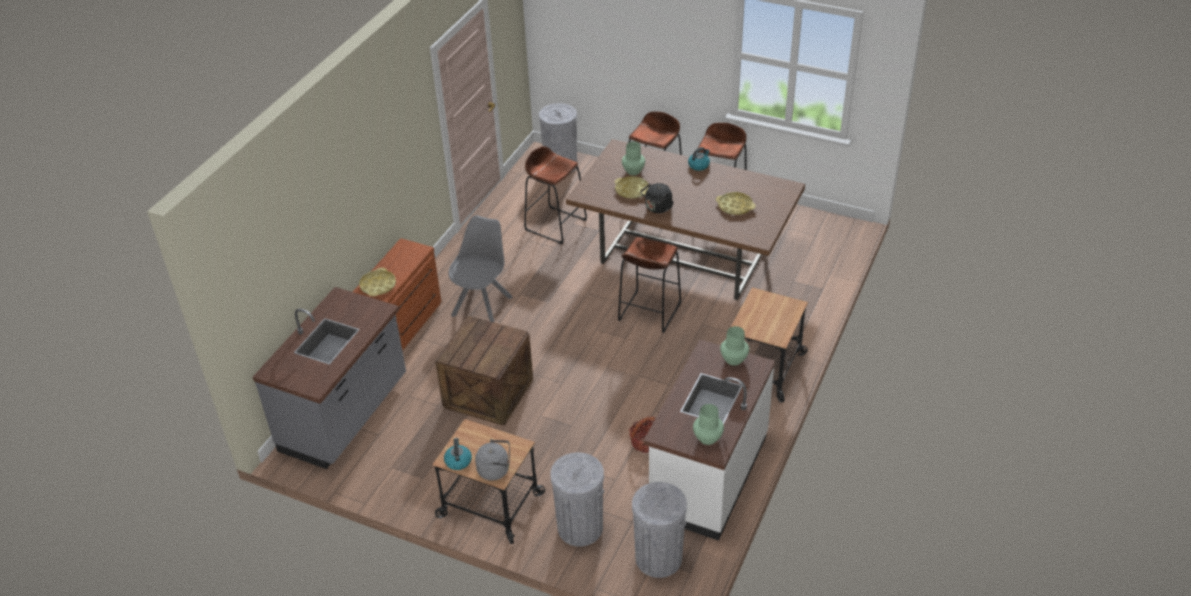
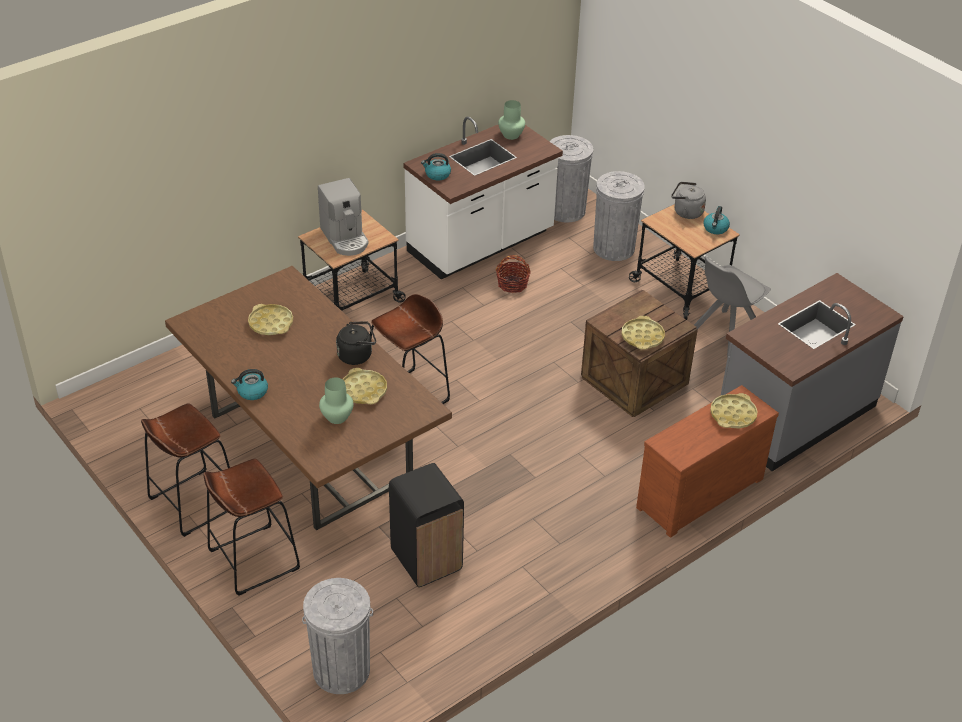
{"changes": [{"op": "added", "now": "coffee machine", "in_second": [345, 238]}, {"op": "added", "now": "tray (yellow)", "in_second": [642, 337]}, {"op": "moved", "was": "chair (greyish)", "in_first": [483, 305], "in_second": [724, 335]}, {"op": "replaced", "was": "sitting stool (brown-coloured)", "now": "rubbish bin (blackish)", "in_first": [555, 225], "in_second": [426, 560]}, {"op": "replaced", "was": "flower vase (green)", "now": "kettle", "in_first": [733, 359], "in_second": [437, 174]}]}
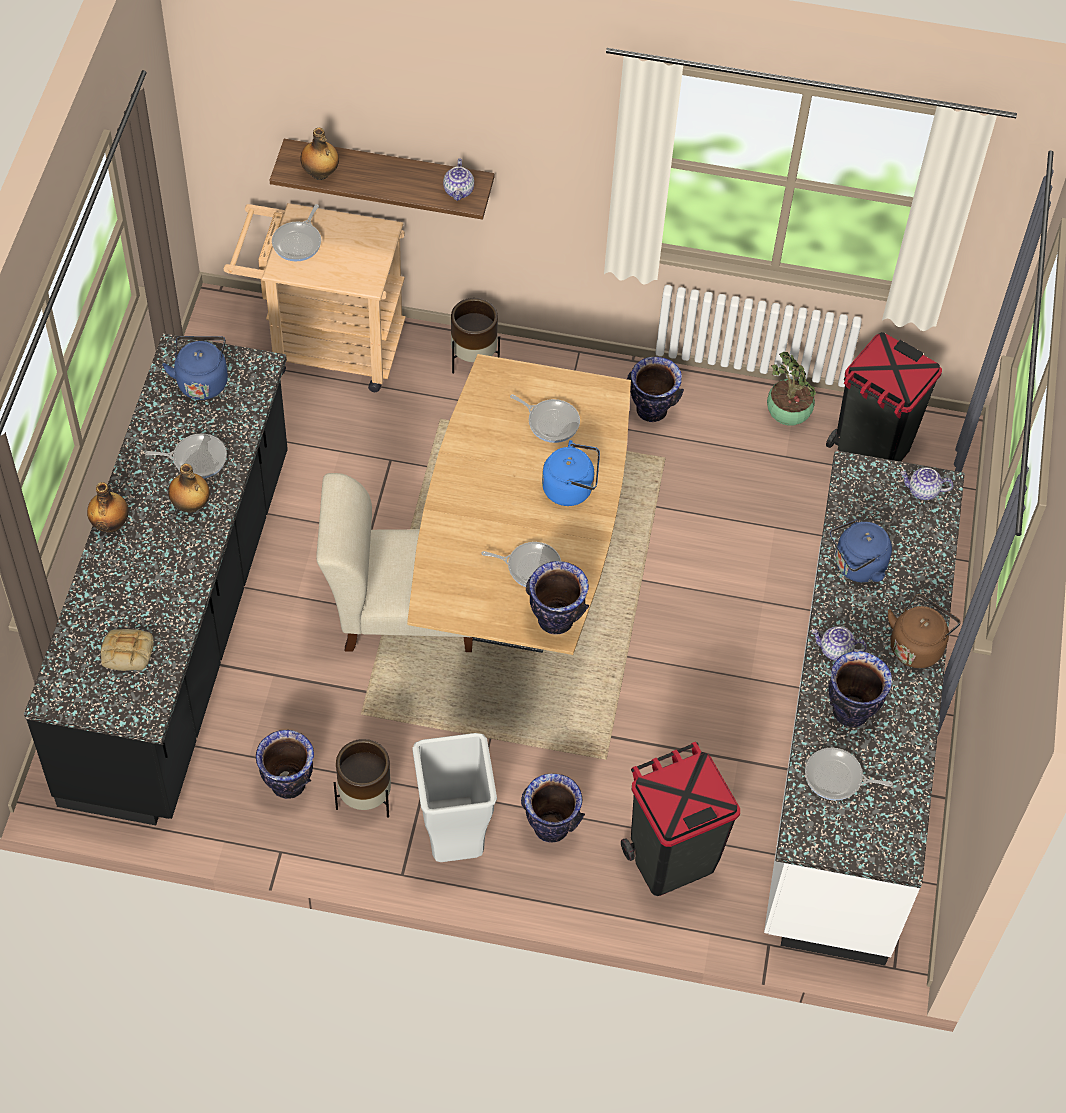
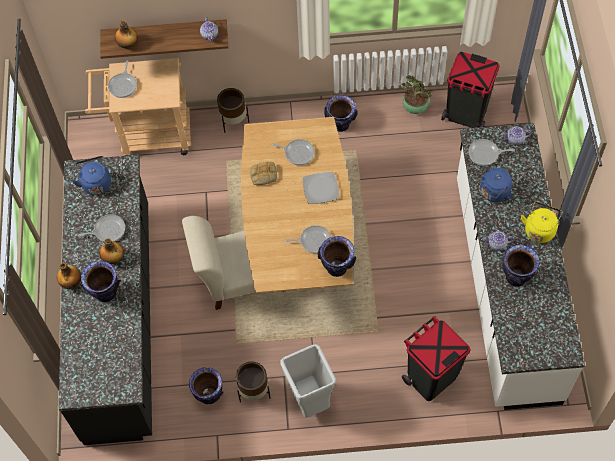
{"changes": [{"op": "moved", "was": "bakery bread", "in_first": [126, 653], "in_second": [263, 175]}, {"op": "moved", "was": "flower vase", "in_first": [551, 827], "in_second": [106, 292]}, {"op": "moved", "was": "frying pan", "in_first": [836, 778], "in_second": [485, 154]}, {"op": "replaced", "was": "kettle (blue)", "now": "dinner plate", "in_first": [571, 488], "in_second": [321, 189]}, {"op": "recoloured", "was": "kettle (brown-coloured)", "now": "kettle (yellow)", "in_first": [917, 645], "in_second": [539, 229]}]}
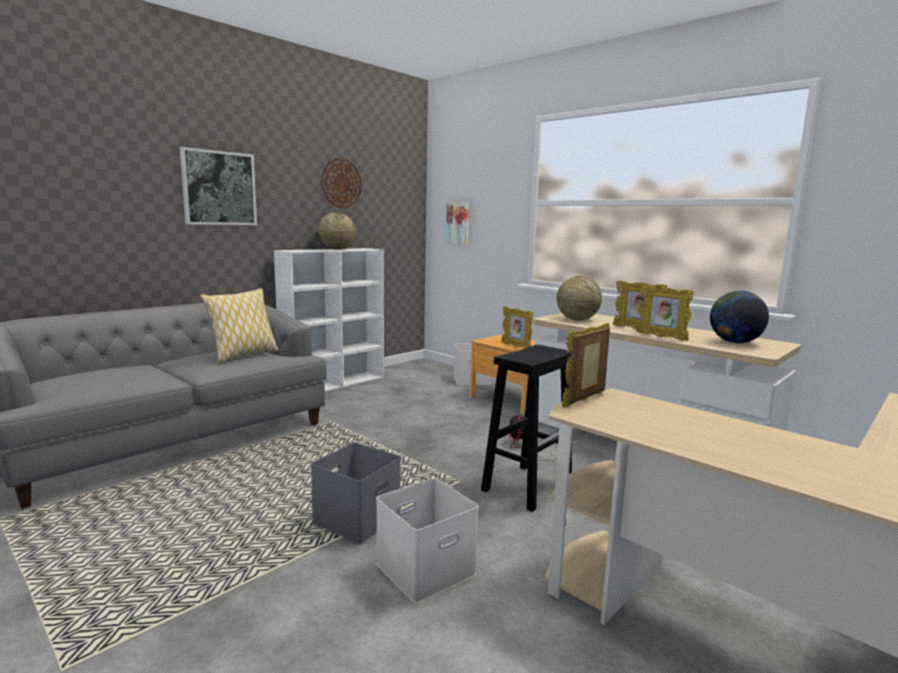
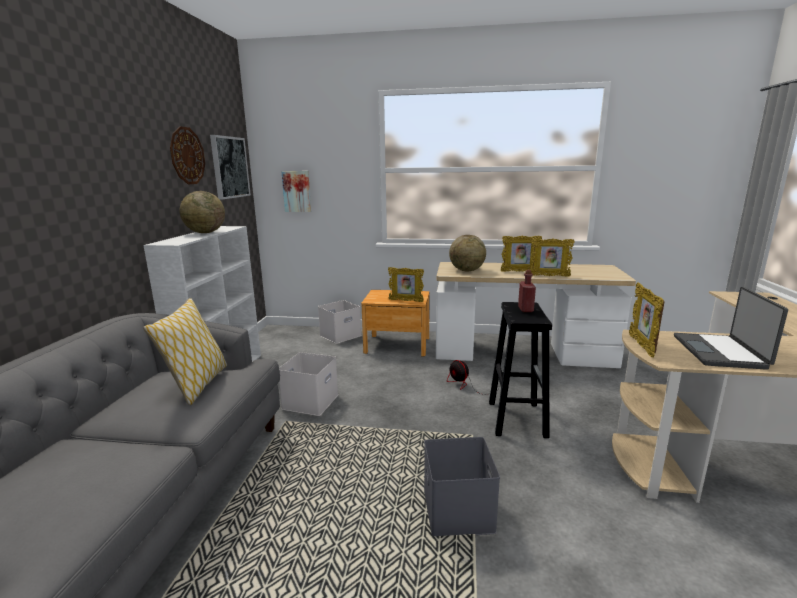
{"changes": [{"op": "removed", "was": "world globe", "in_first": [735, 343]}, {"op": "added", "now": "bottle (reddish)", "in_second": [525, 309]}, {"op": "added", "now": "notebook computer", "in_second": [720, 352]}, {"op": "moved", "was": "wall picture", "in_first": [219, 188], "in_second": [229, 167]}, {"op": "moved", "was": "storage box (whitish)", "in_first": [426, 567], "in_second": [310, 401]}]}
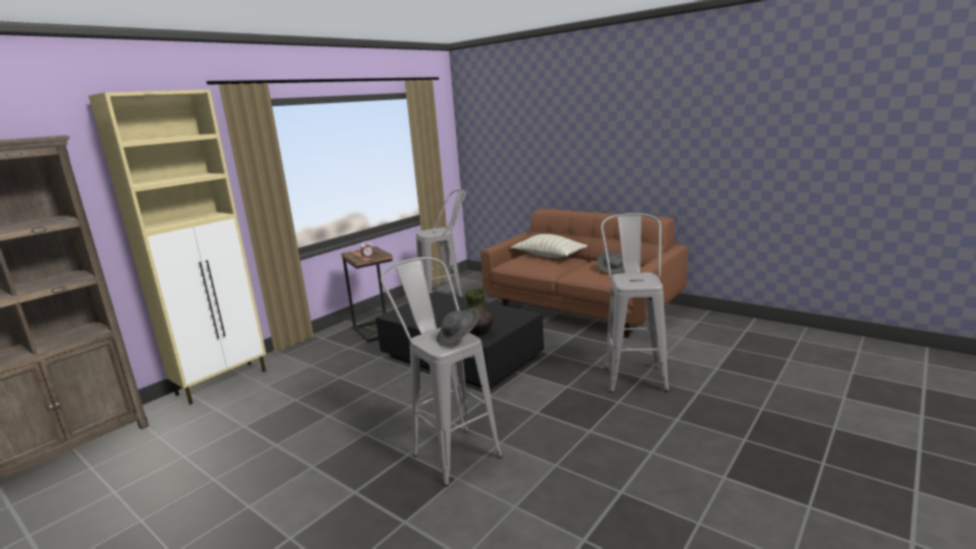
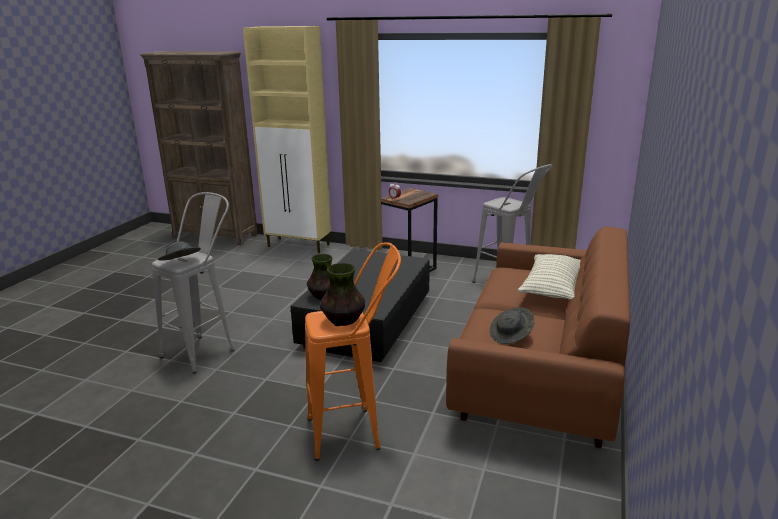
{"changes": [{"op": "added", "now": "flower vase", "in_second": [343, 321]}, {"op": "recoloured", "was": "sitting stool (greyish)", "now": "sitting stool (orange)", "in_first": [633, 374], "in_second": [356, 431]}]}
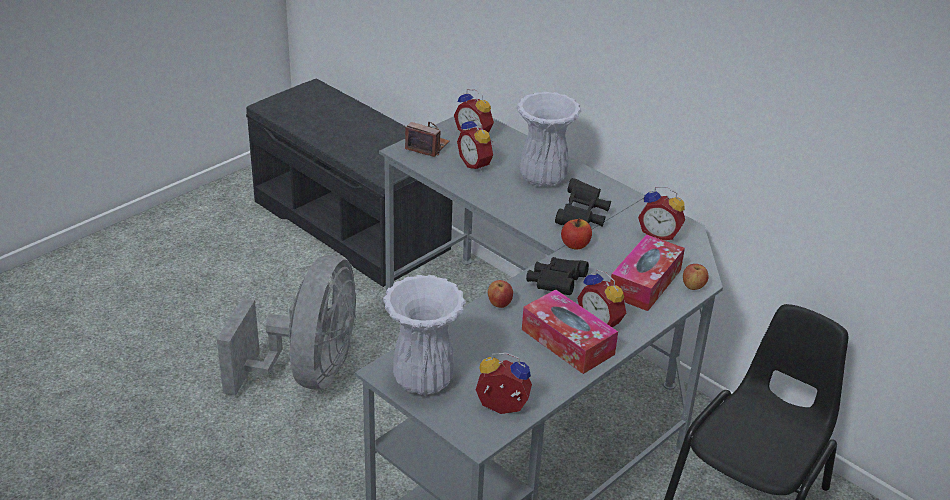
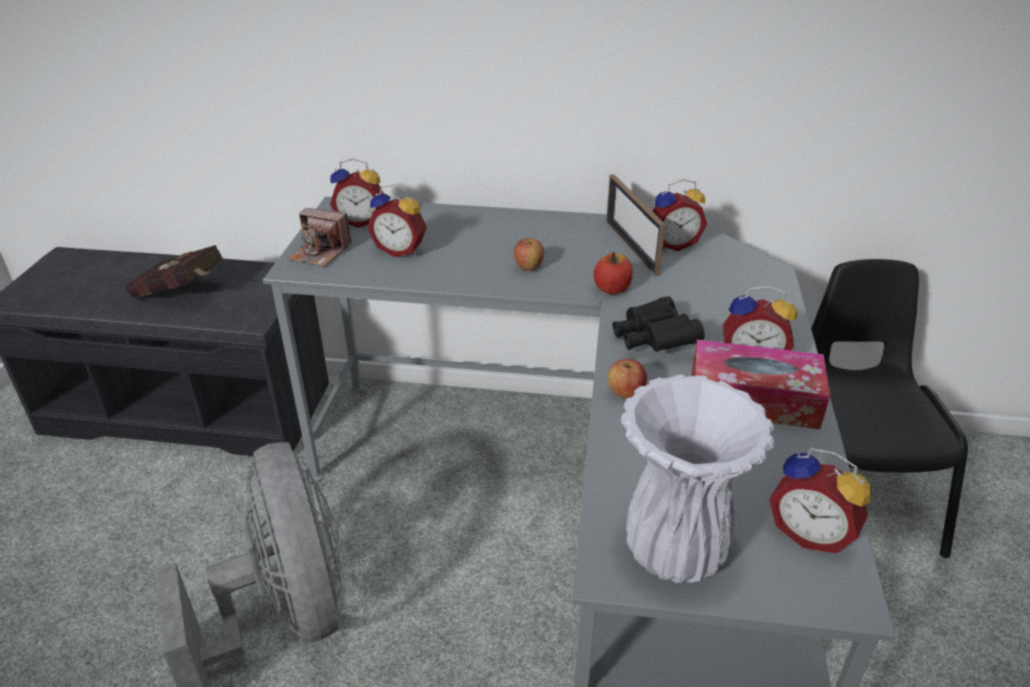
{"changes": [{"op": "removed", "was": "flower vase (whitish)", "in_first": [544, 178]}, {"op": "removed", "was": "binoculars (blackish)", "in_first": [582, 217]}, {"op": "removed", "was": "tissue box", "in_first": [645, 282]}, {"op": "added", "now": "bound book (reddish)", "in_second": [182, 293]}, {"op": "added", "now": "picture frame", "in_second": [631, 247]}, {"op": "moved", "was": "apple fruit", "in_first": [693, 286], "in_second": [528, 267]}, {"op": "turned", "was": "still camera", "in_first": [427, 146], "in_second": [320, 253], "clockwise": -150}, {"op": "turned", "was": "bedside clock", "in_first": [501, 409], "in_second": [810, 532], "clockwise": -120}]}
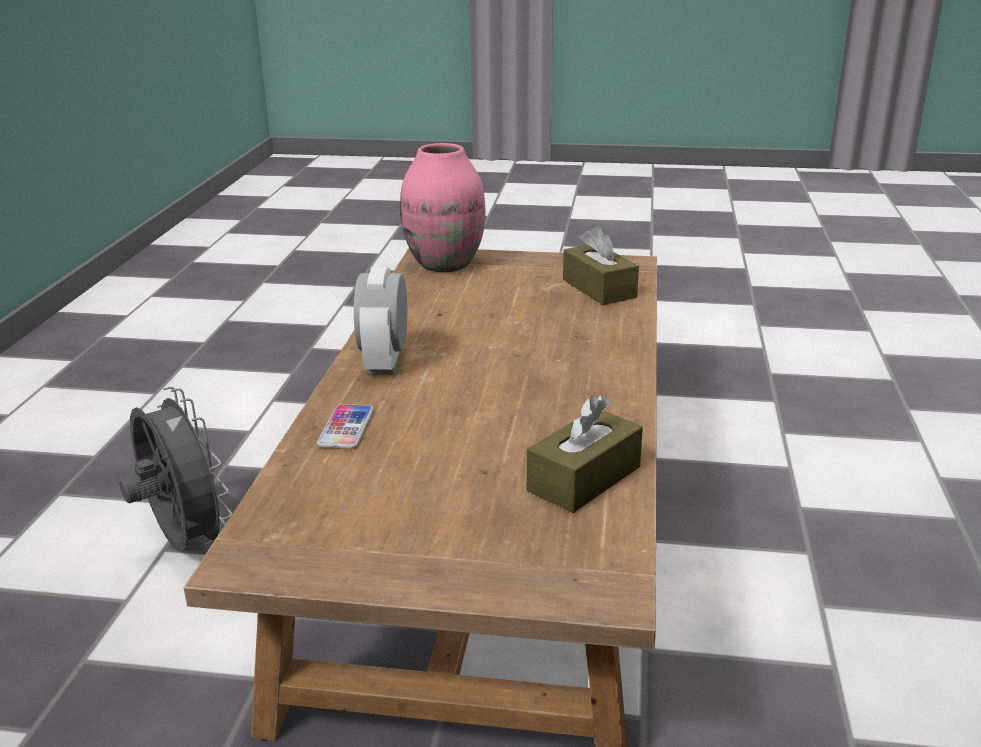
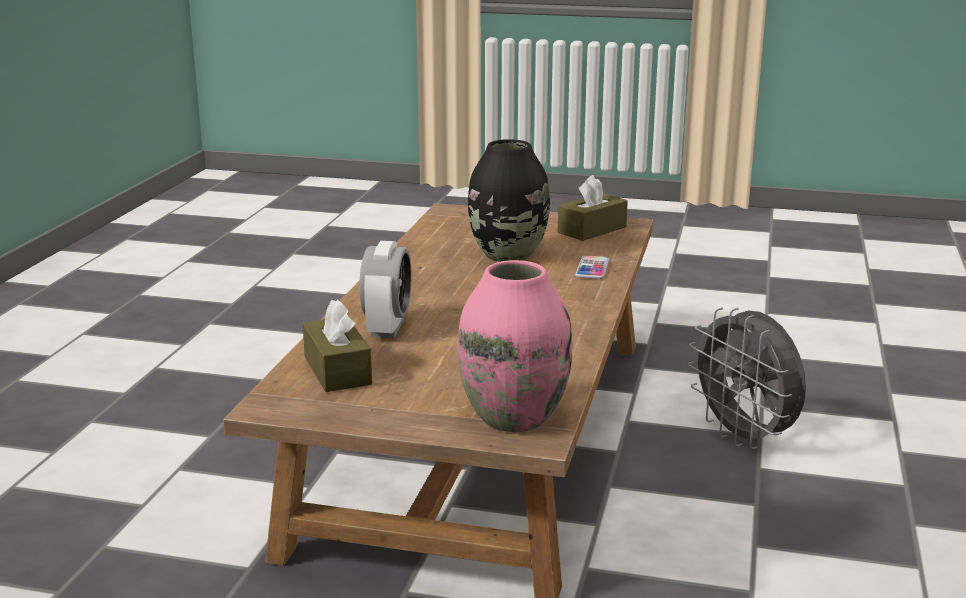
{"changes": [{"op": "added", "now": "flower vase (blackish)", "in_second": [508, 255]}, {"op": "moved", "was": "bedside clock", "in_first": [384, 362], "in_second": [387, 328]}, {"op": "moved", "was": "tissue box (brown-coloured)", "in_first": [584, 479], "in_second": [592, 230]}]}
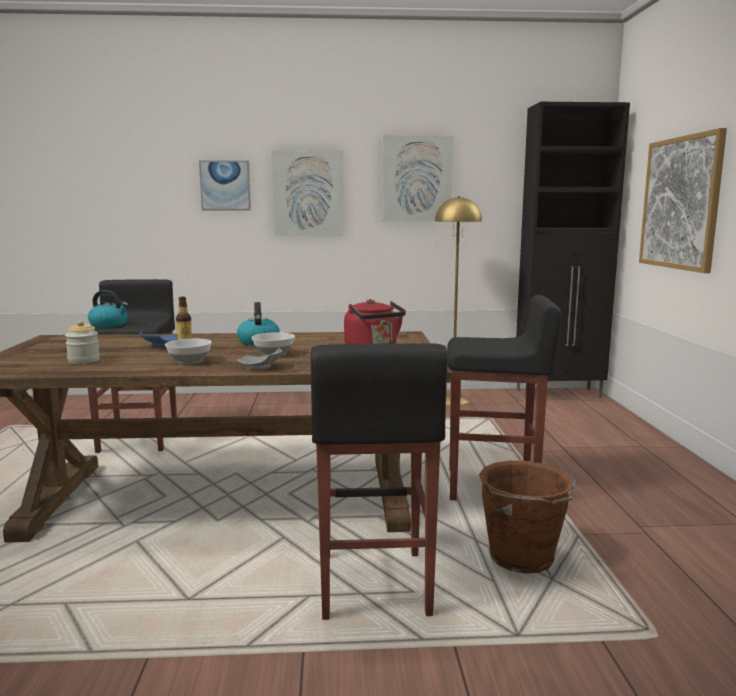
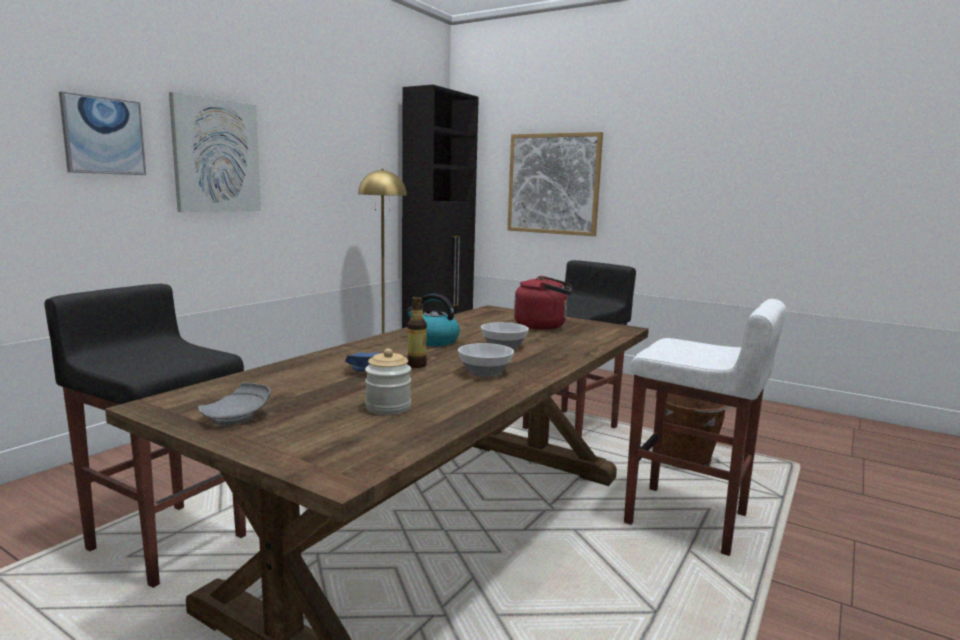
{"changes": [{"op": "removed", "was": "kettle", "in_first": [109, 324]}, {"op": "removed", "was": "wall picture", "in_first": [416, 179]}, {"op": "moved", "was": "dinner plate (greyish)", "in_first": [261, 367], "in_second": [237, 417]}, {"op": "recoloured", "was": "sitting stool (blackish)", "now": "sitting stool (whitish)", "in_first": [372, 585], "in_second": [687, 520]}]}
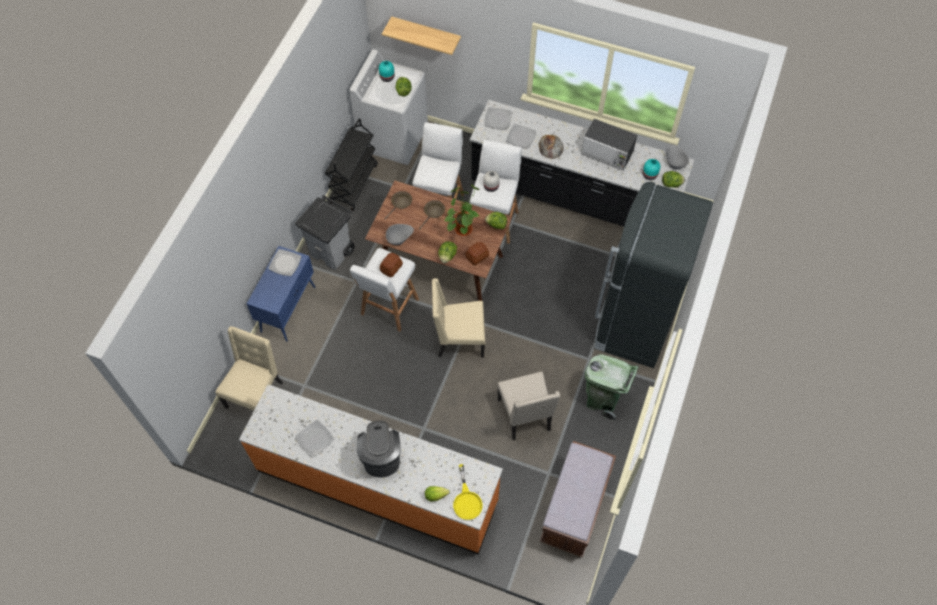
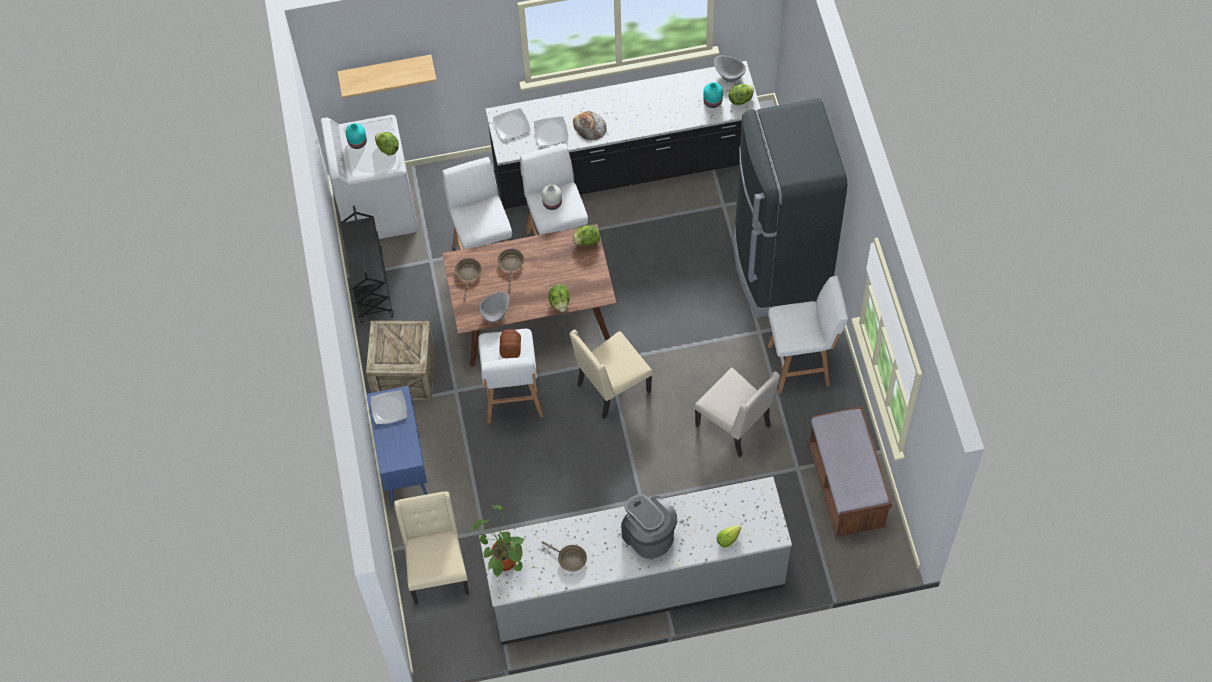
{"changes": [{"op": "removed", "was": "frying pan (yellow)", "in_first": [467, 500]}, {"op": "removed", "was": "bakery bread", "in_first": [476, 256]}, {"op": "removed", "was": "microwave", "in_first": [607, 153]}, {"op": "moved", "was": "potted plant", "in_first": [462, 227], "in_second": [502, 559]}, {"op": "replaced", "was": "rubbish bin (greyish)", "now": "crate", "in_first": [332, 252], "in_second": [404, 374]}, {"op": "replaced", "was": "dinner plate", "now": "frying pan (brown-coloured)", "in_first": [314, 439], "in_second": [570, 559]}, {"op": "replaced", "was": "rubbish bin (green)", "now": "sitting stool (whitish)", "in_first": [603, 400], "in_second": [801, 365]}, {"op": "recoloured", "was": "counter (orange)", "now": "counter (greyish)", "in_first": [377, 485], "in_second": [636, 583]}]}
